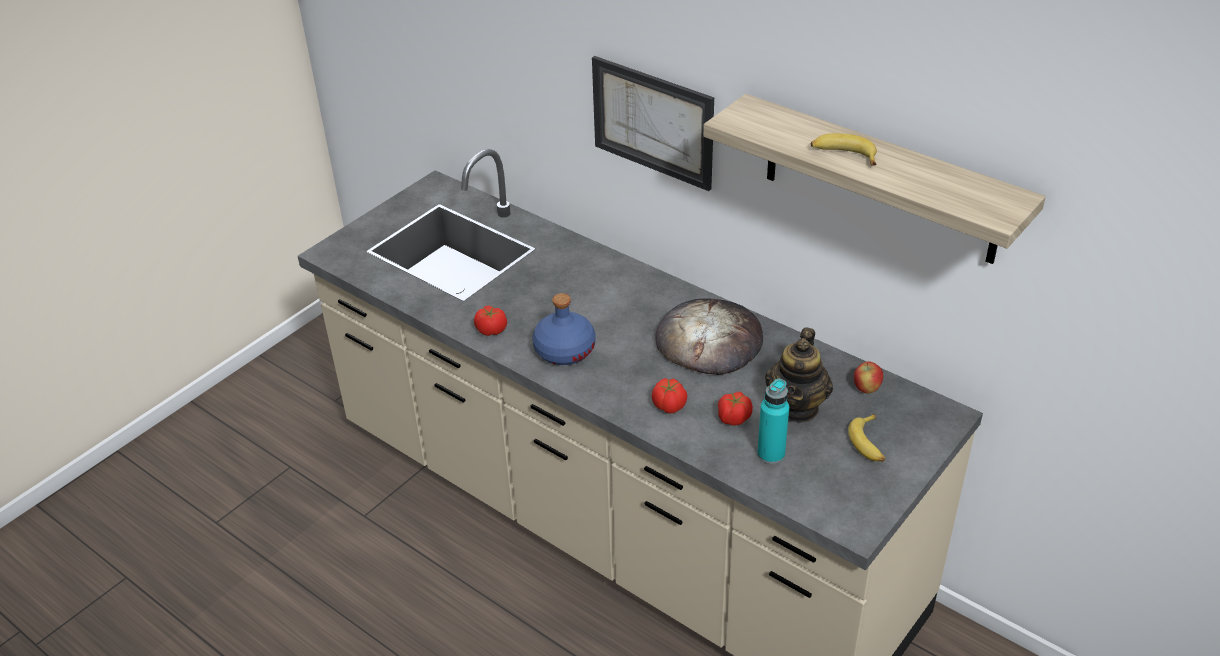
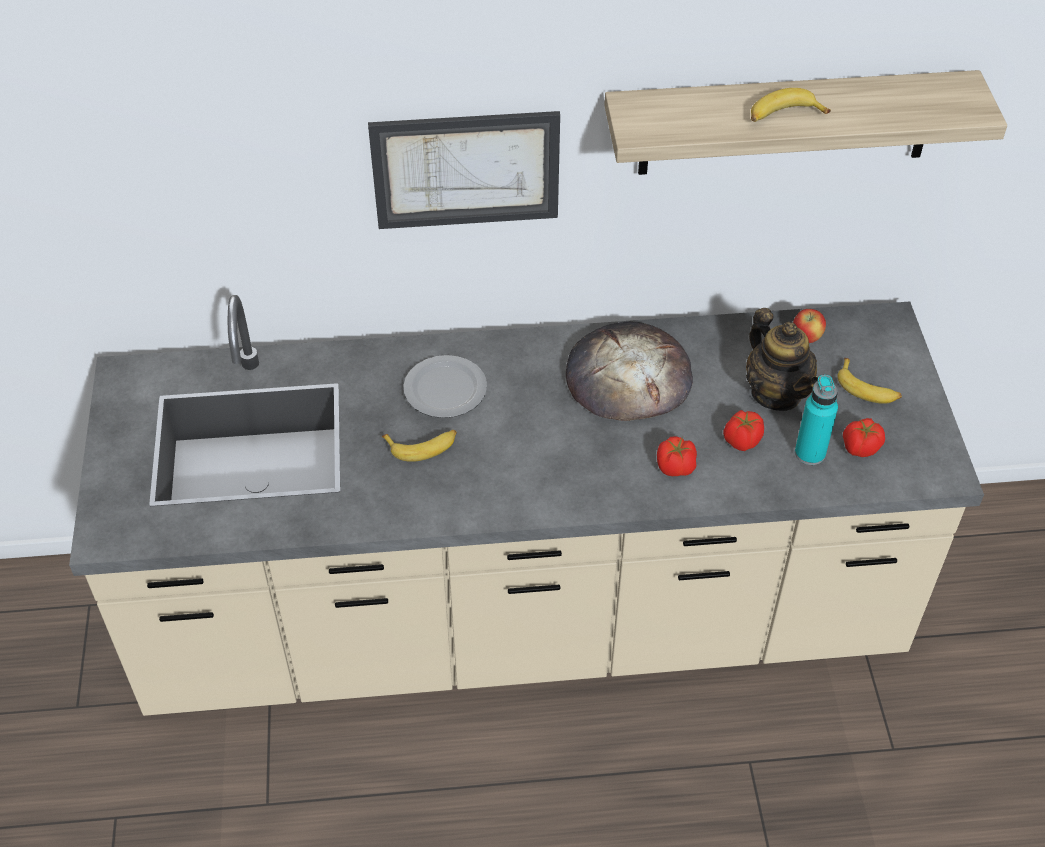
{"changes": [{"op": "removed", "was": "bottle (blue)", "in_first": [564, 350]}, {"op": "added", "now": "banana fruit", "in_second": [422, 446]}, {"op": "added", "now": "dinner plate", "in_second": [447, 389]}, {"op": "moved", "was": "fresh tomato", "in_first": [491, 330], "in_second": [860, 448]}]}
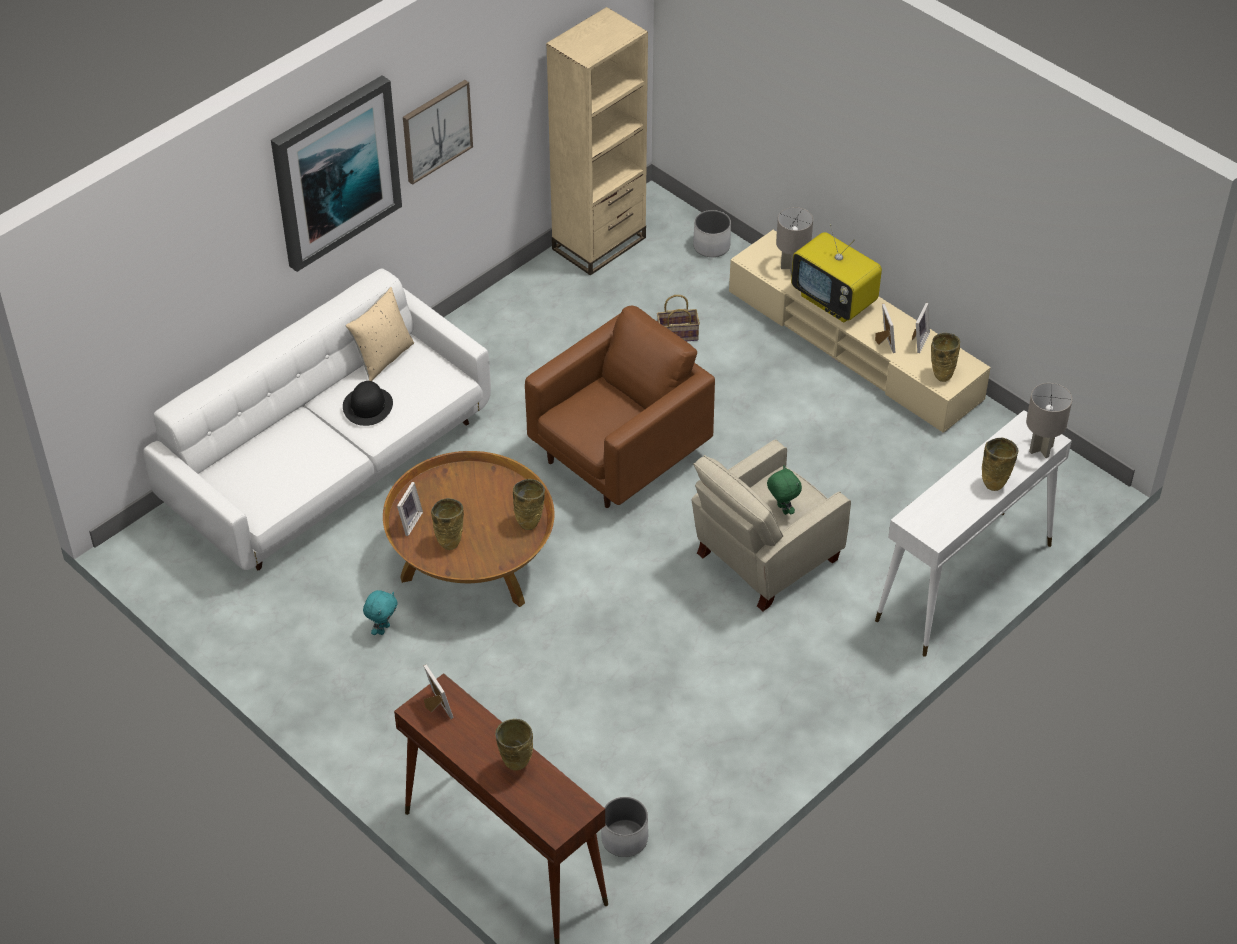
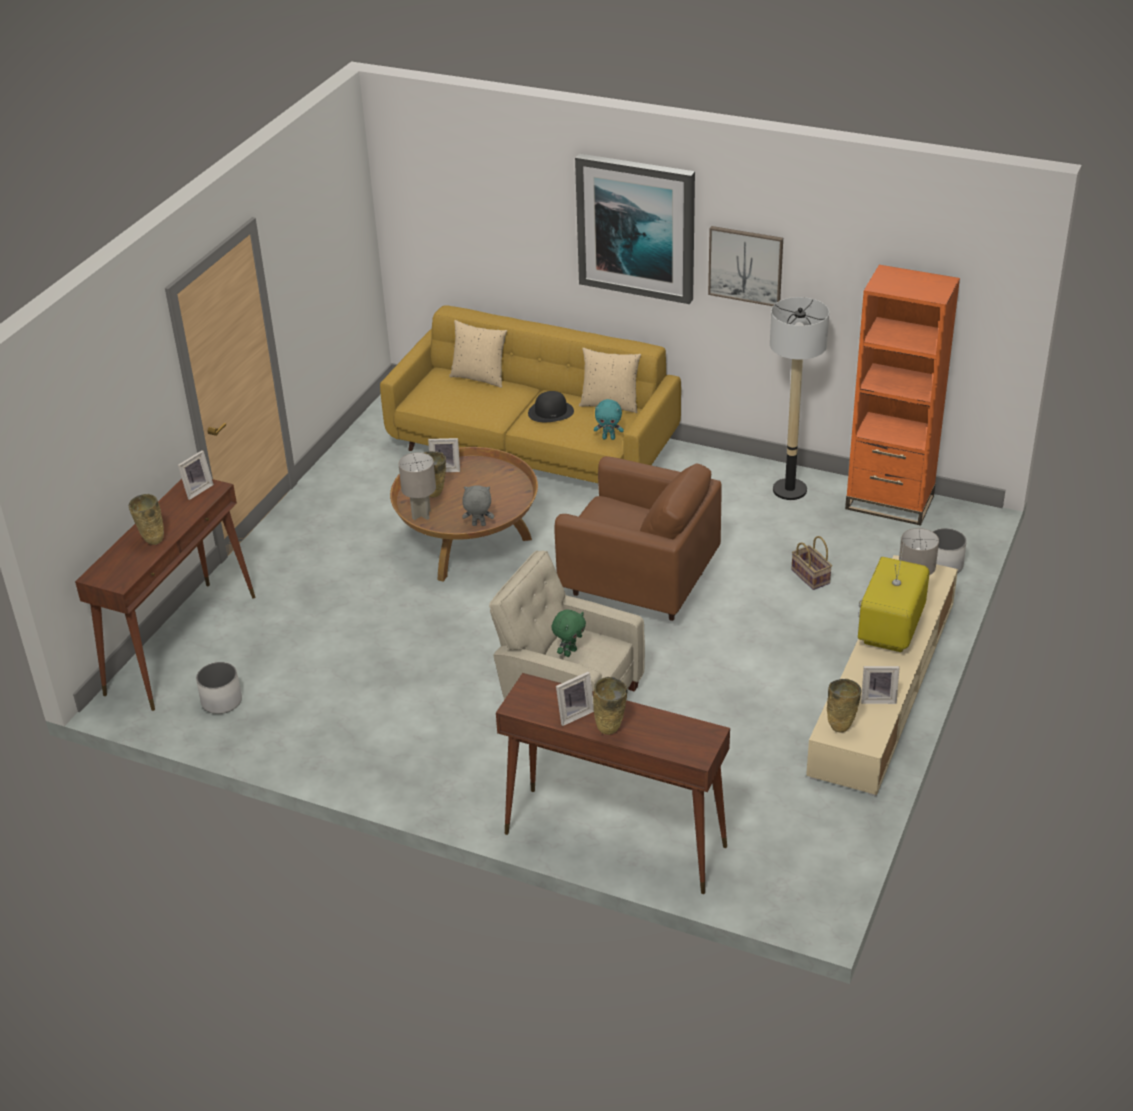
{"changes": [{"op": "added", "now": "cushion (beige)", "in_second": [479, 377]}, {"op": "added", "now": "standing lamp", "in_second": [790, 490]}, {"op": "moved", "was": "cuddly toy (turquoise-coloured)", "in_first": [383, 629], "in_second": [609, 438]}, {"op": "moved", "was": "picture frame", "in_first": [883, 343], "in_second": [574, 714]}, {"op": "moved", "was": "table lamp (greyish)", "in_first": [1041, 449], "in_second": [421, 515]}, {"op": "replaced", "was": "flower vase (beige)", "now": "cuddly toy (greyish)", "in_first": [530, 523], "in_second": [478, 525]}, {"op": "recoloured", "was": "couch (whitish)", "now": "couch (yellow)", "in_first": [330, 465], "in_second": [532, 448]}, {"op": "recoloured", "was": "bookshelf (beige)", "now": "bookshelf (orange)", "in_first": [599, 243], "in_second": [889, 502]}, {"op": "recoloured", "was": "hall table (whitish)", "now": "hall table (brown-coloured)", "in_first": [963, 583], "in_second": [613, 839]}]}
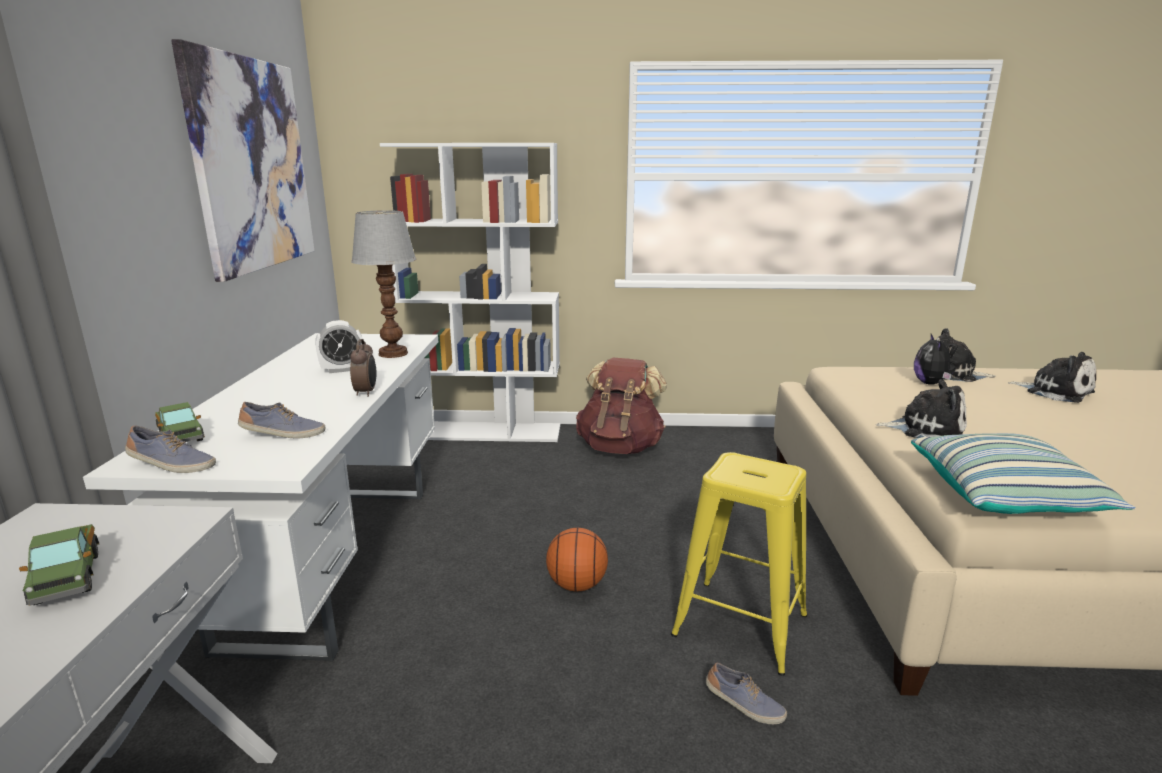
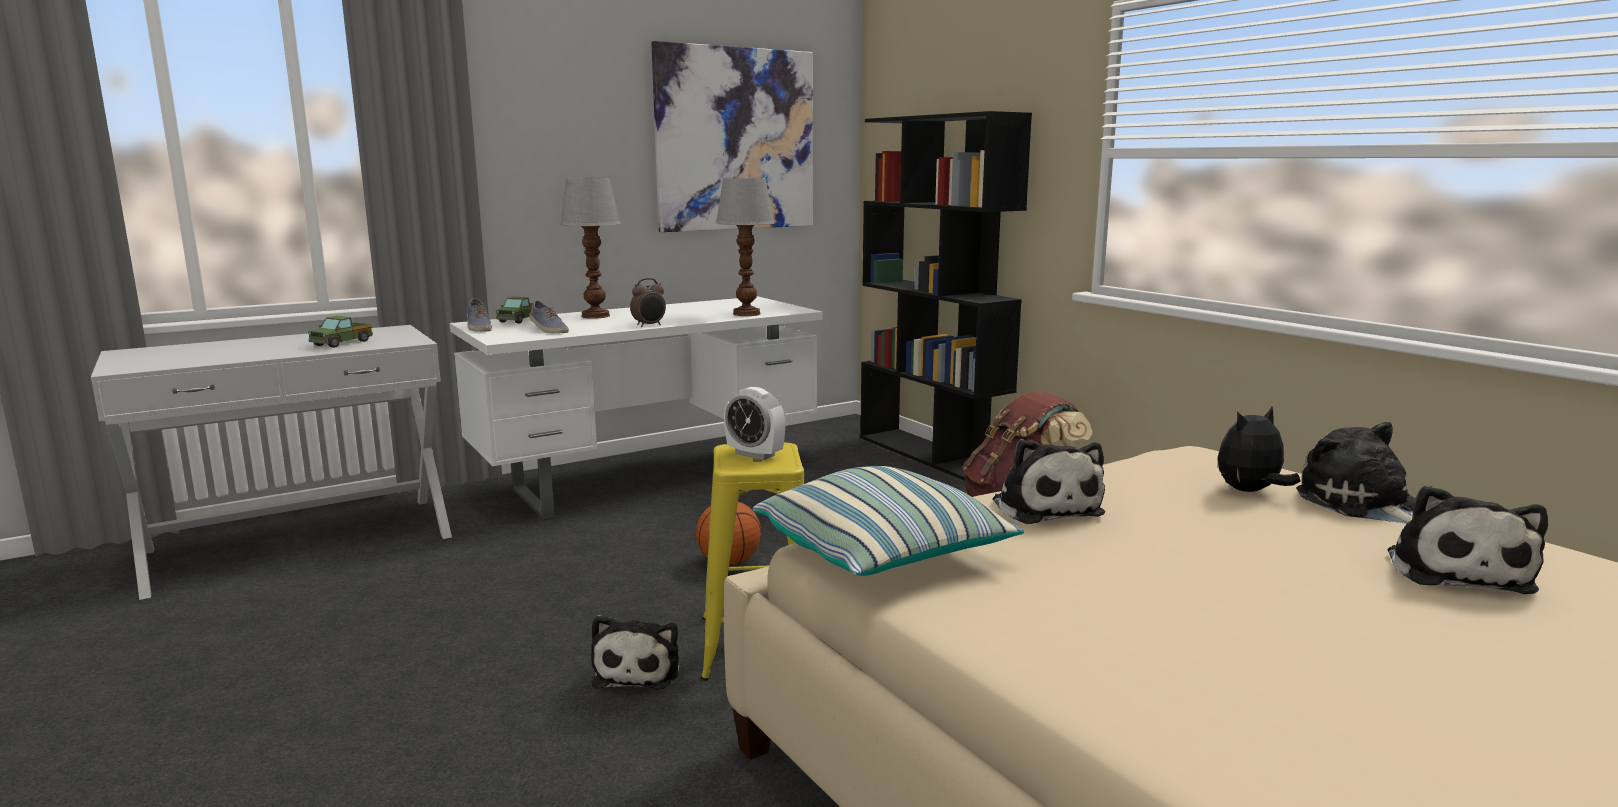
{"changes": [{"op": "added", "now": "table lamp", "in_second": [594, 316]}, {"op": "moved", "was": "bedside clock", "in_first": [342, 370], "in_second": [755, 454]}, {"op": "replaced", "was": "low shoe", "now": "cuddly toy", "in_first": [744, 706], "in_second": [639, 670]}, {"op": "recoloured", "was": "bookshelf (whitish)", "now": "bookshelf (blackish)", "in_first": [486, 432], "in_second": [932, 455]}]}
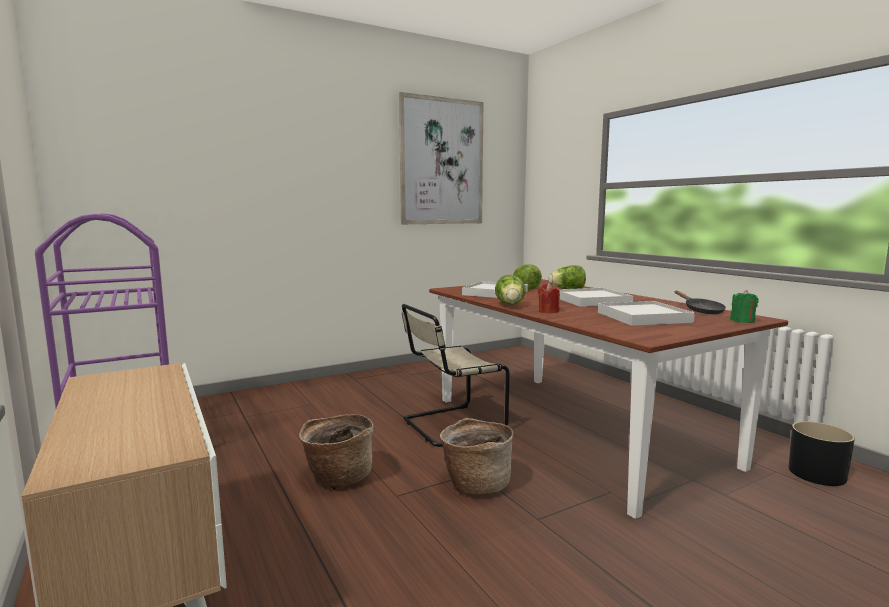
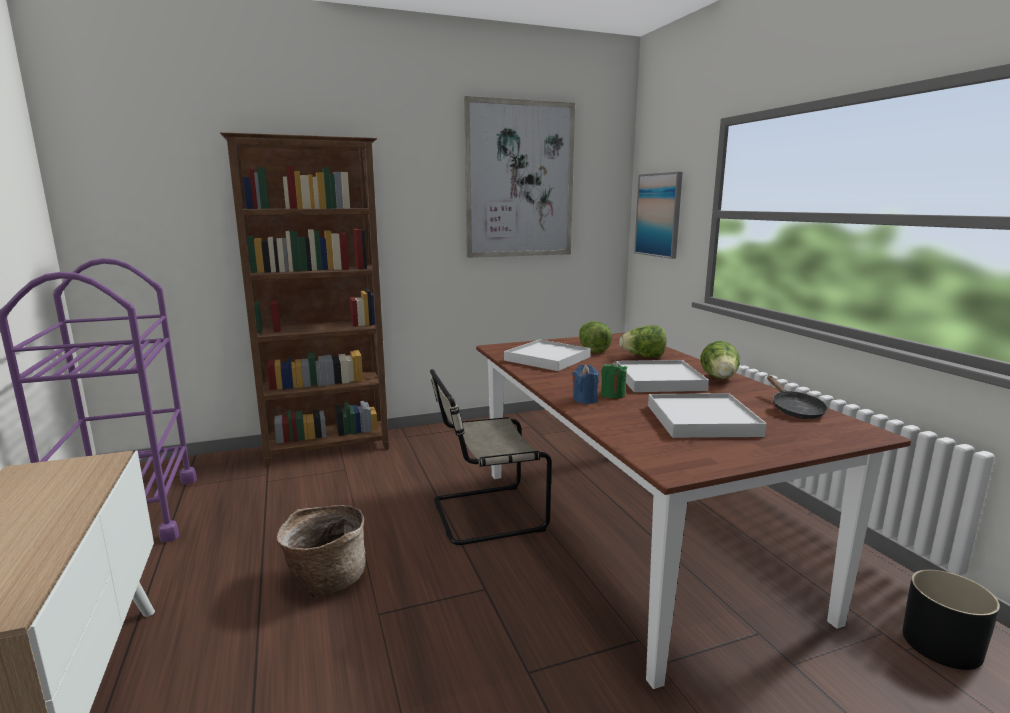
{"changes": [{"op": "removed", "was": "basket", "in_first": [475, 483]}, {"op": "added", "now": "bookshelf (brown-coloured)", "in_second": [328, 448]}, {"op": "added", "now": "wall picture", "in_second": [659, 215]}, {"op": "moved", "was": "head of lettuce", "in_first": [511, 305], "in_second": [720, 379]}, {"op": "moved", "was": "wax candle (green)", "in_first": [742, 321], "in_second": [612, 395]}, {"op": "recoloured", "was": "wax candle (reddish)", "now": "wax candle (blue)", "in_first": [548, 311], "in_second": [585, 400]}]}
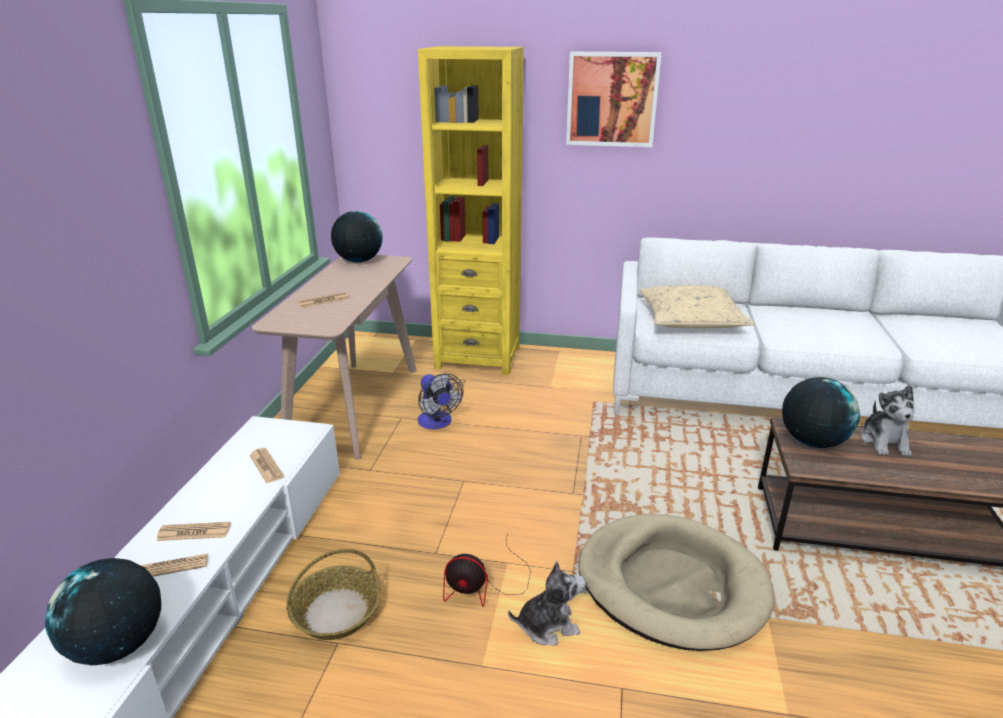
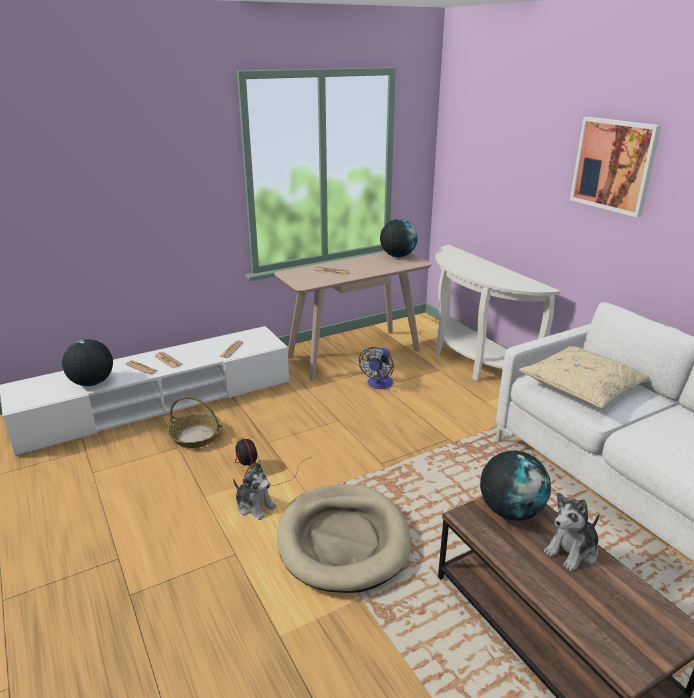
{"changes": [{"op": "replaced", "was": "bookshelf (yellow)", "now": "hall table (whitish)", "in_first": [478, 357], "in_second": [472, 361]}]}
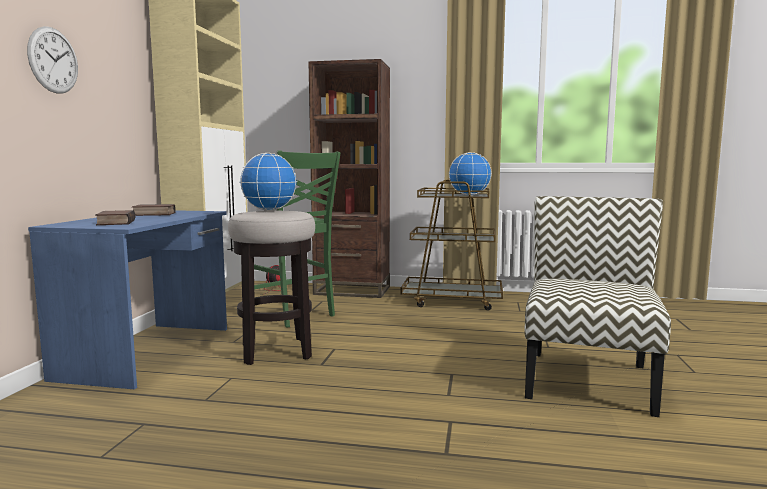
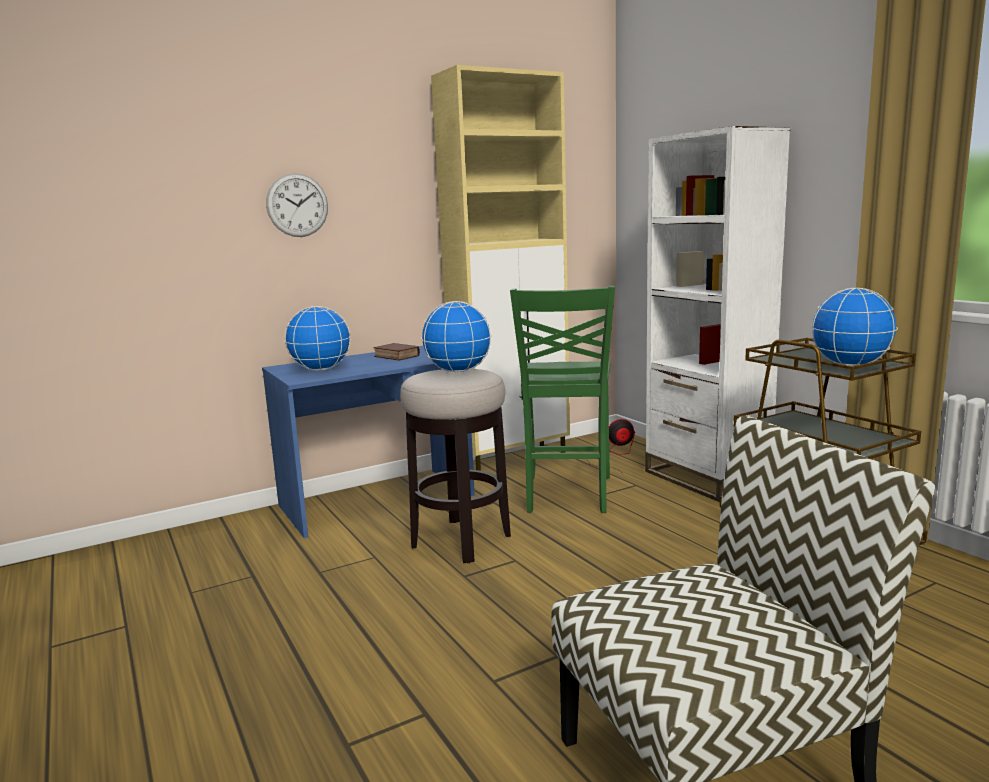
{"changes": [{"op": "replaced", "was": "bound book", "now": "world globe", "in_first": [115, 222], "in_second": [320, 369]}, {"op": "recoloured", "was": "bookshelf (brown-coloured)", "now": "bookshelf (whitish)", "in_first": [352, 290], "in_second": [706, 478]}]}
